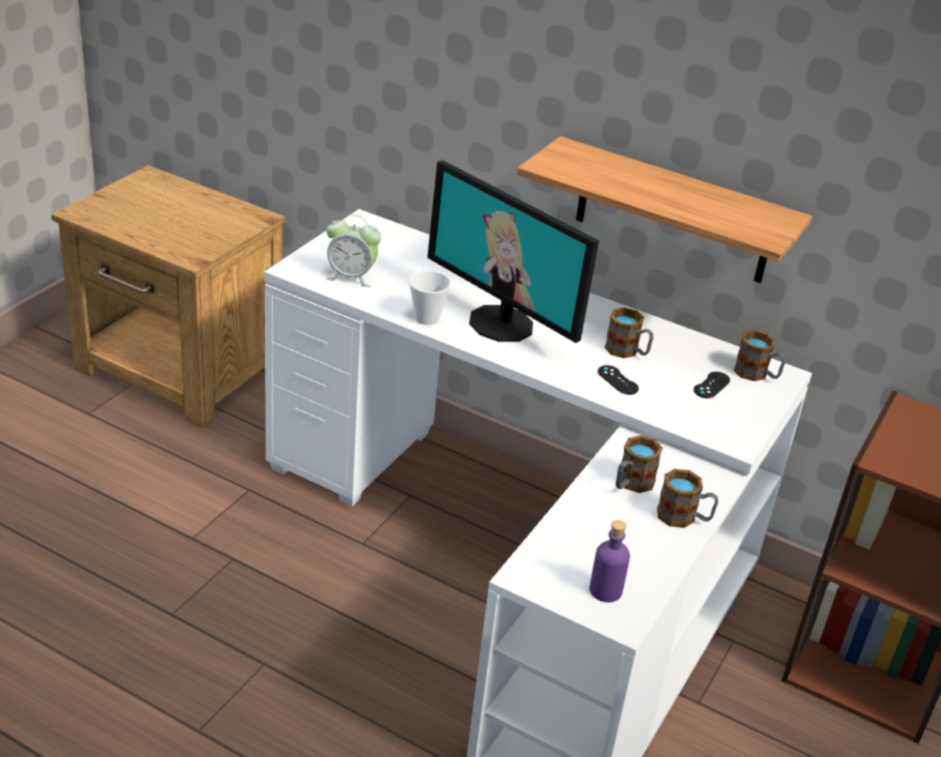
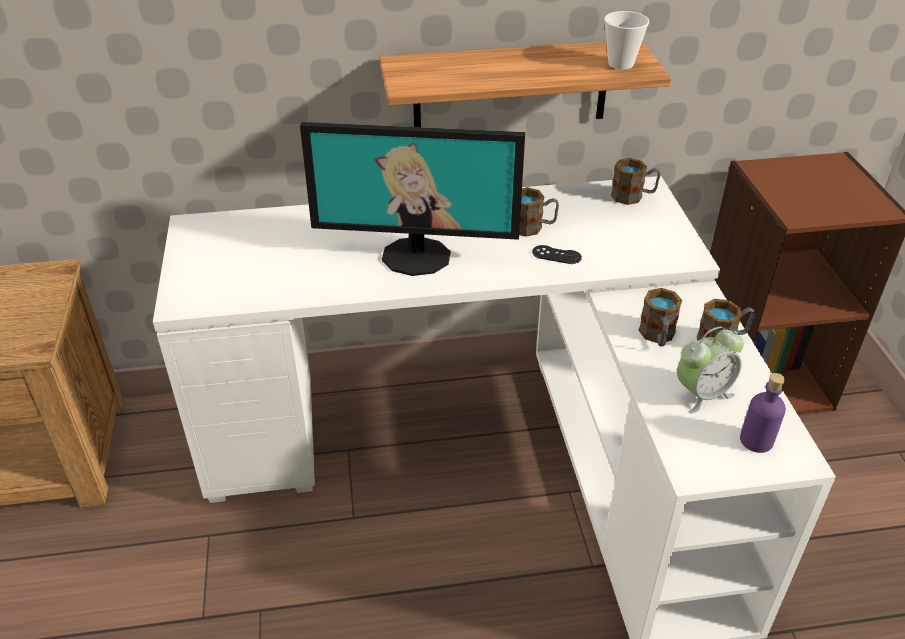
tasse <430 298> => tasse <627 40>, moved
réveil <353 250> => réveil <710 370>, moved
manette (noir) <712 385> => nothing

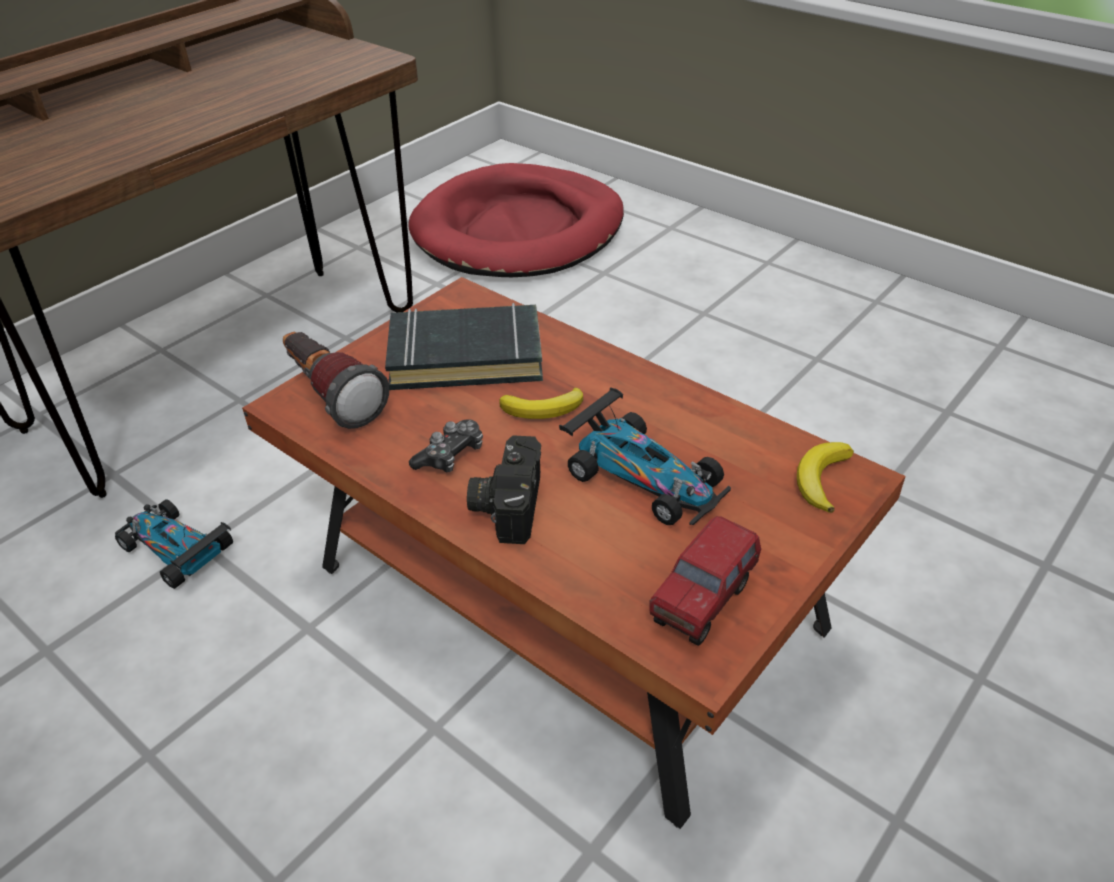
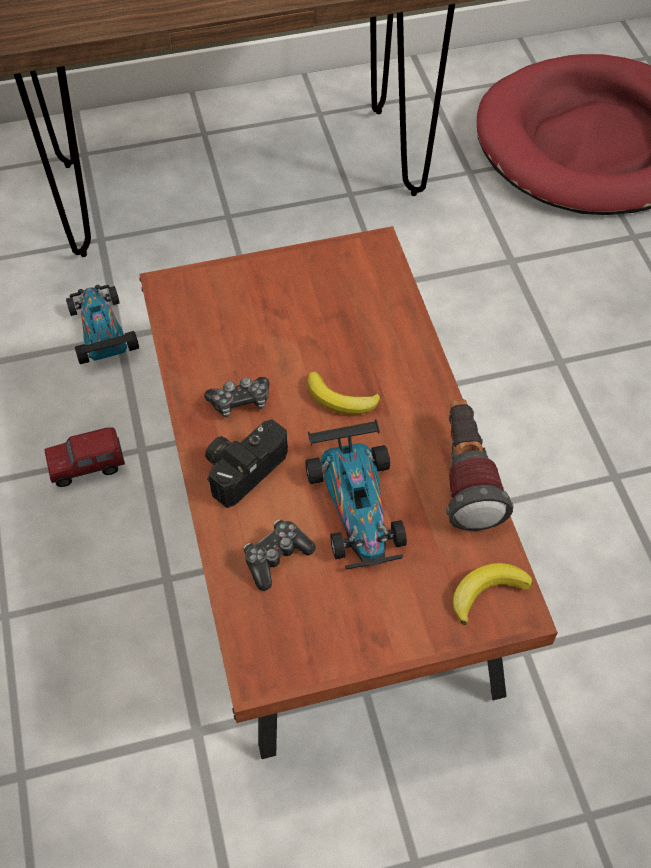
camion jouet <705 581> => camion jouet <84 457>, moved
nothing => manette <279 555>
lampe de poche <336 380> => lampe de poche <479 465>, moved
livre (noir) <464 346> => nothing

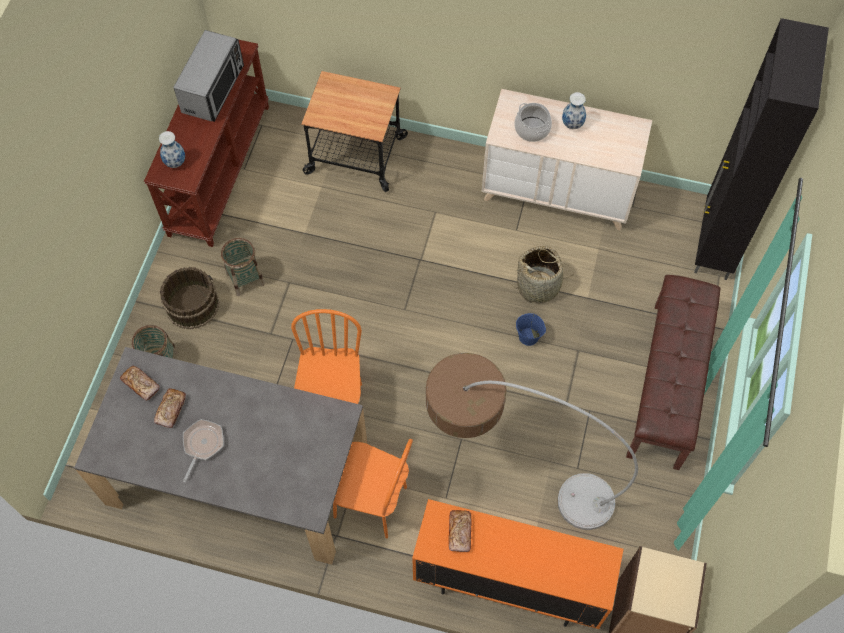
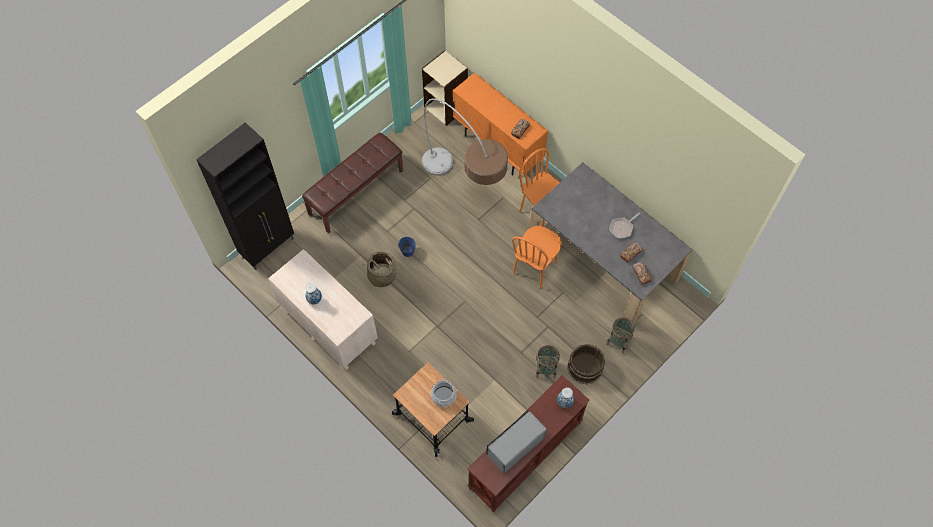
marmite <533 122> => marmite <444 392>, moved

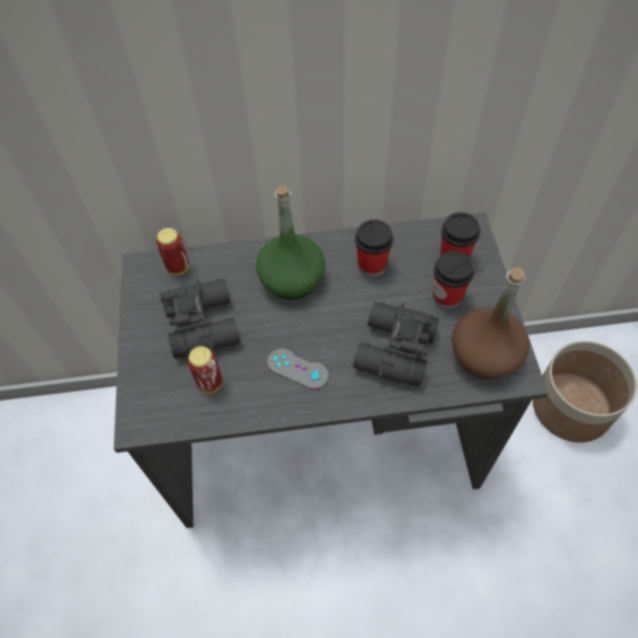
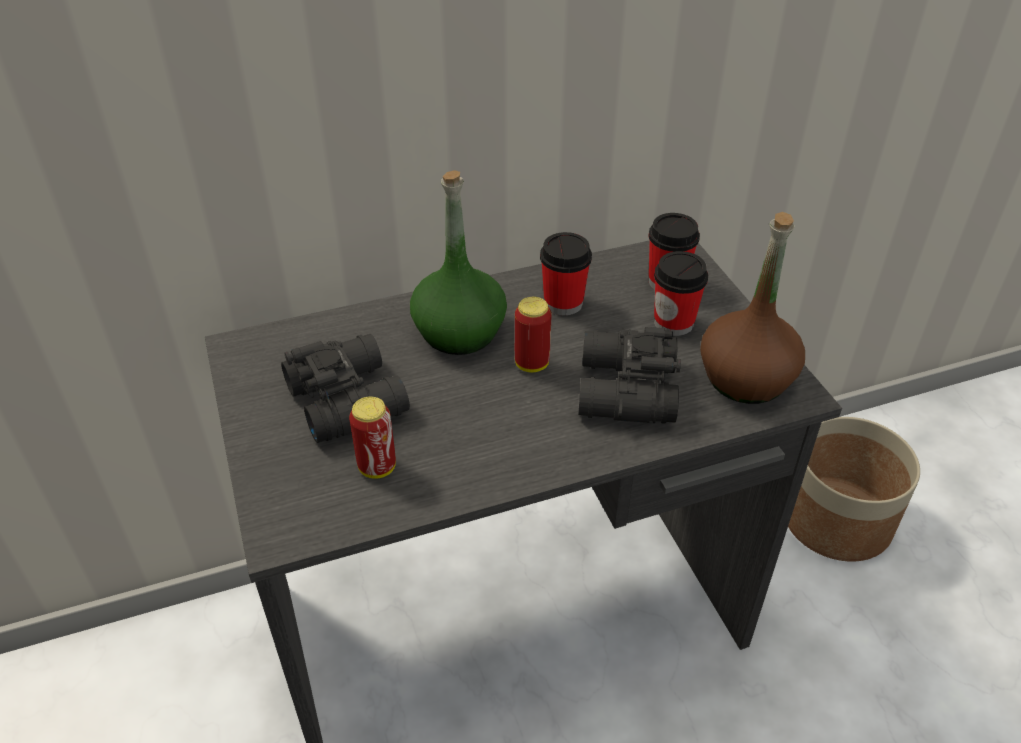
boîte métallique <172 251> => boîte métallique <533 334>, moved
manette (gris) <298 368> => nothing

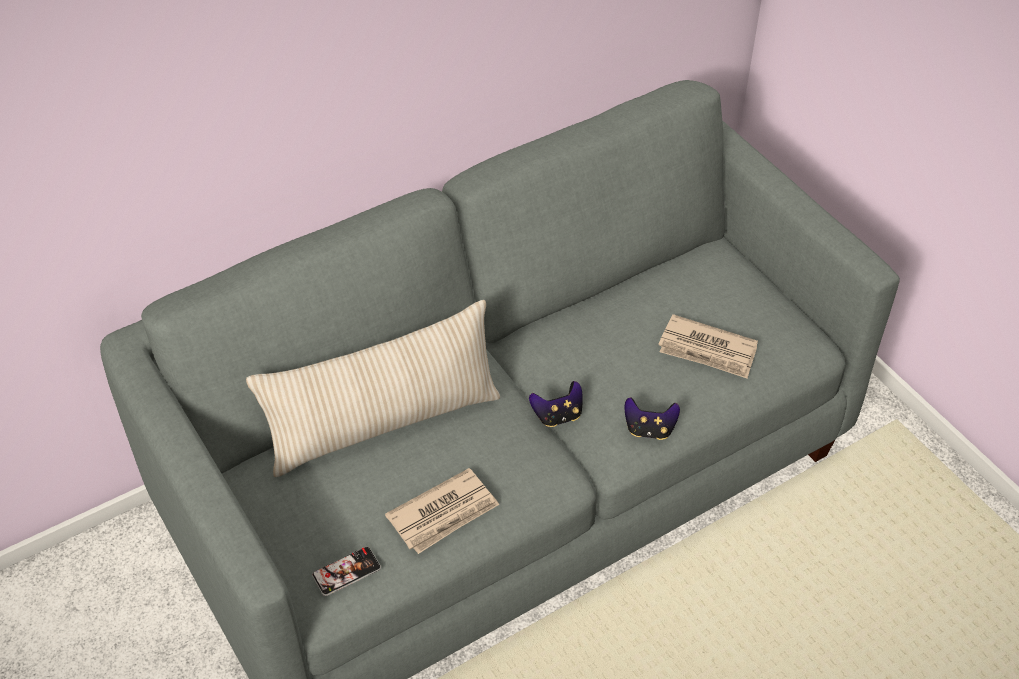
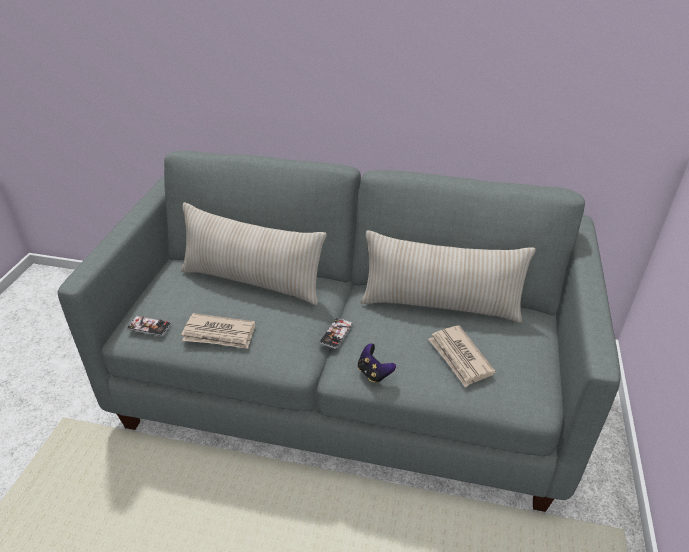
manette <556 404> => téléphone <336 333>
nothing => coussin (beige) <448 276>

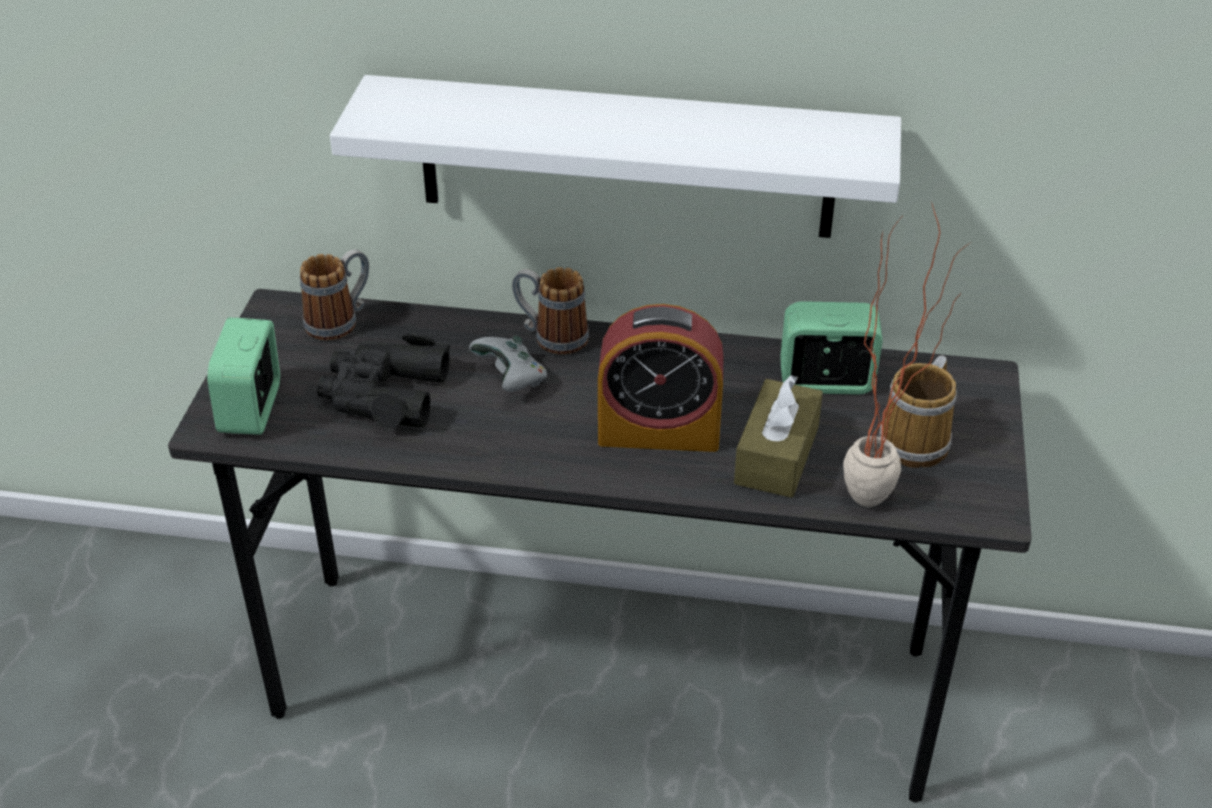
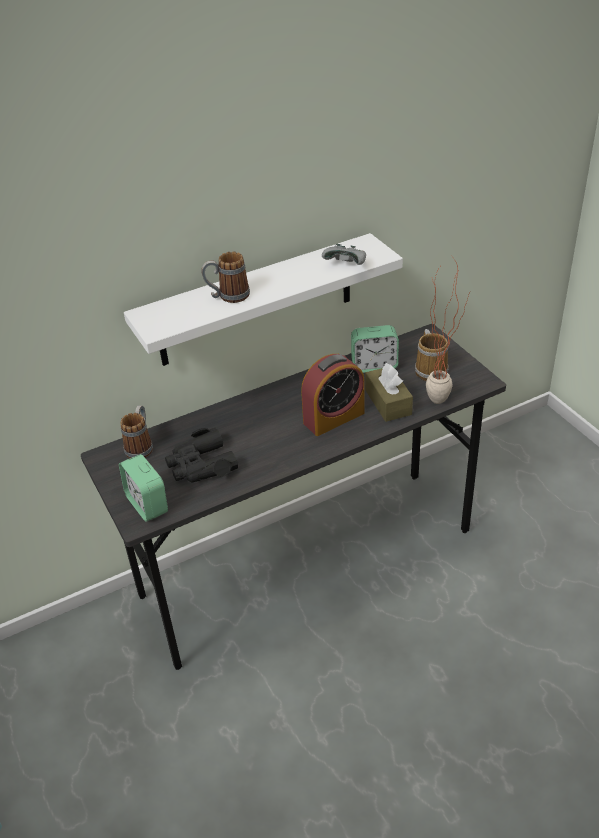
mug <550 311> => mug <225 277>, moved
manette (gris) <508 364> => manette (gris) <344 254>, moved
réveil <831 348> => réveil <375 349>, 150 degrees counterclockwise

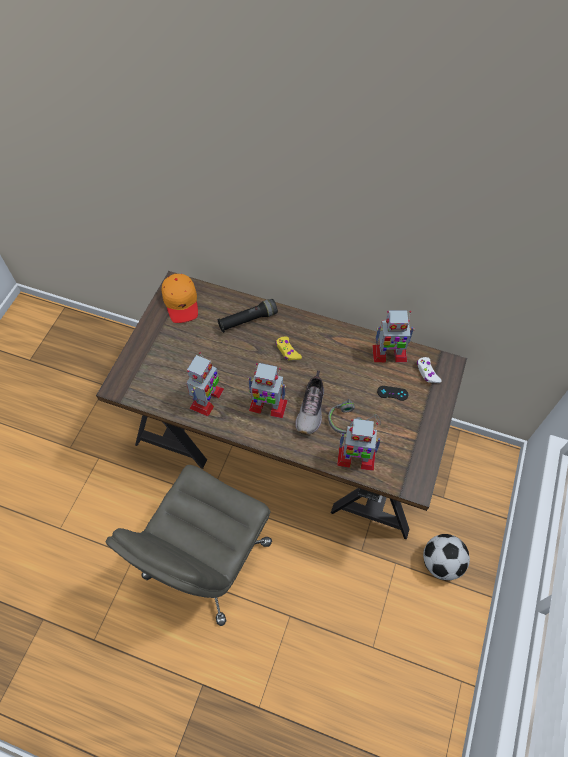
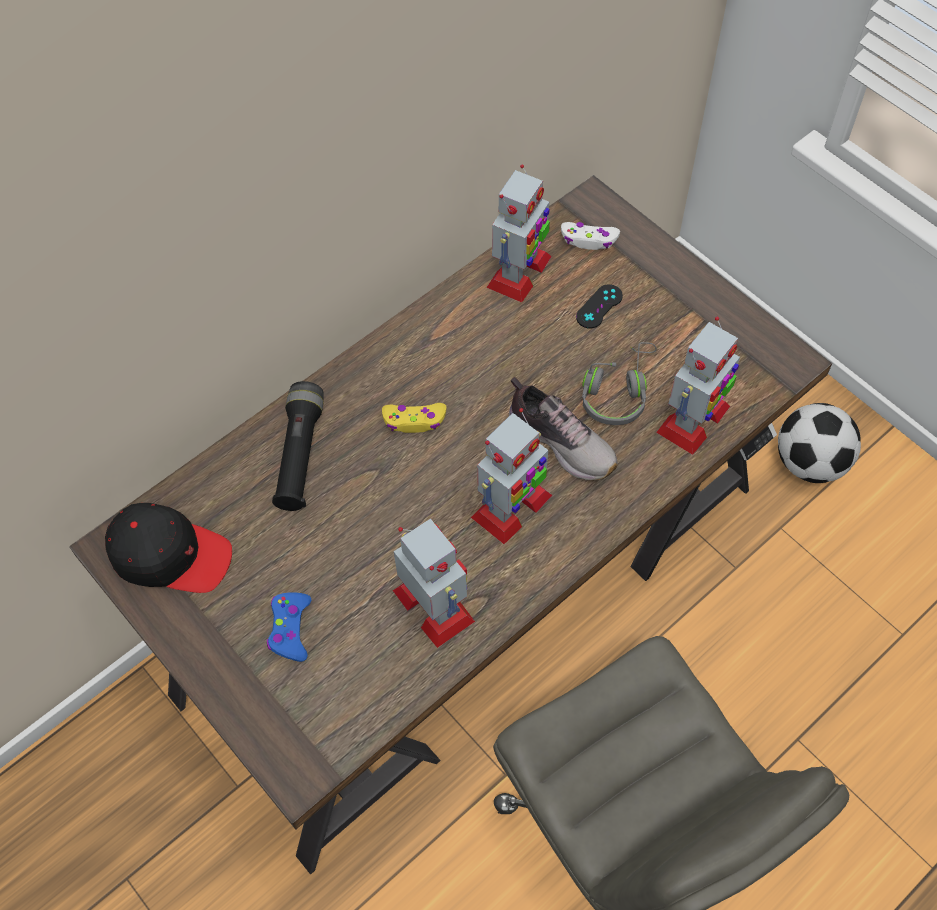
casquette (orange) <180 298> => casquette (noir) <168 548>
nothing => manette (bleu) <289 627>

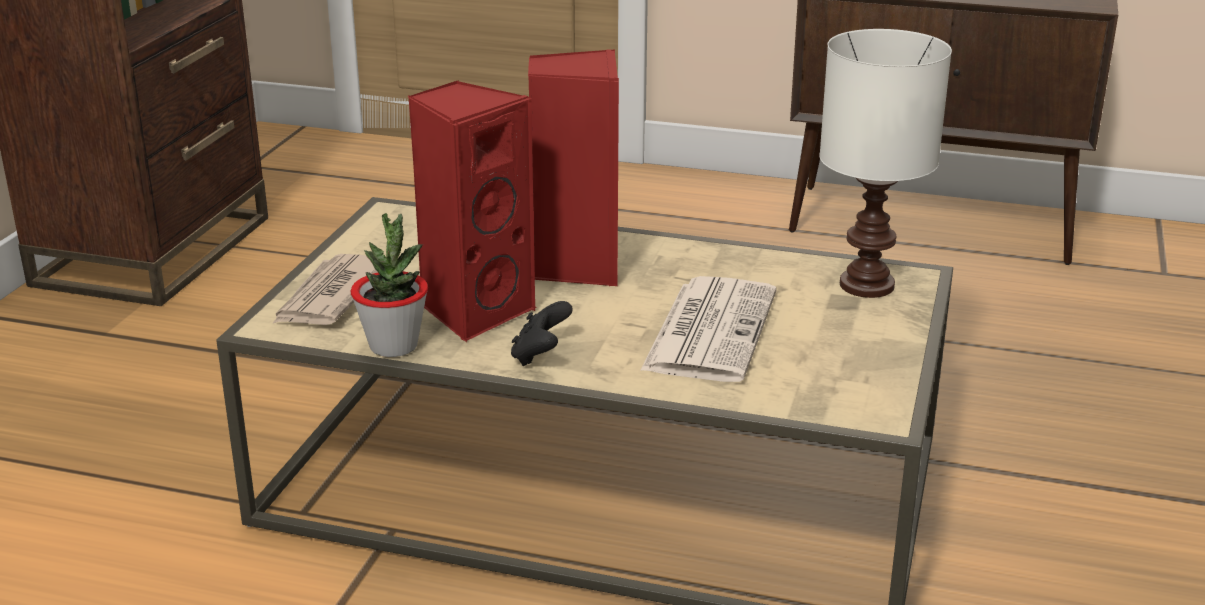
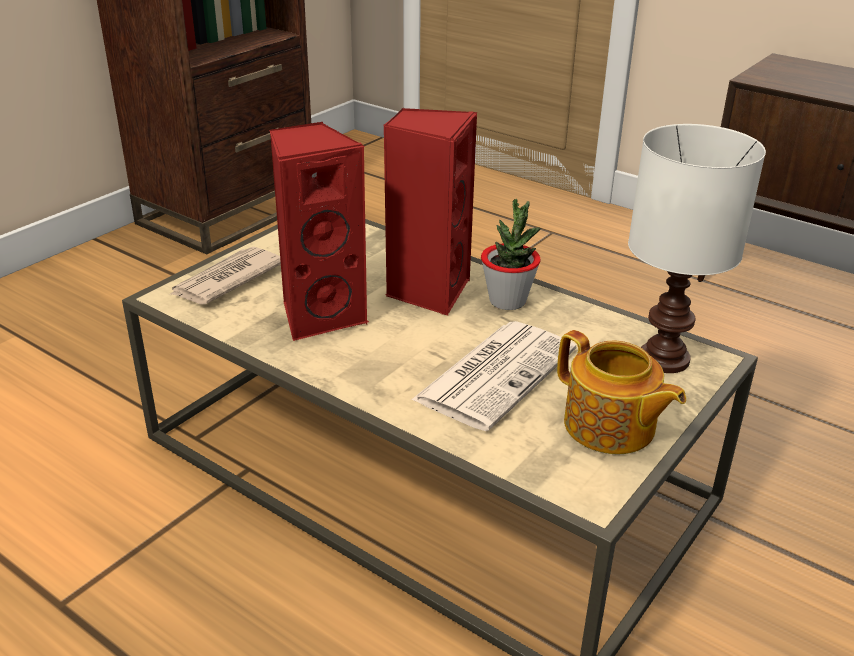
plante en pot <389 285> => plante en pot <511 254>, moved
nothing => théière <621 392>
manette (noir) <542 333> => nothing

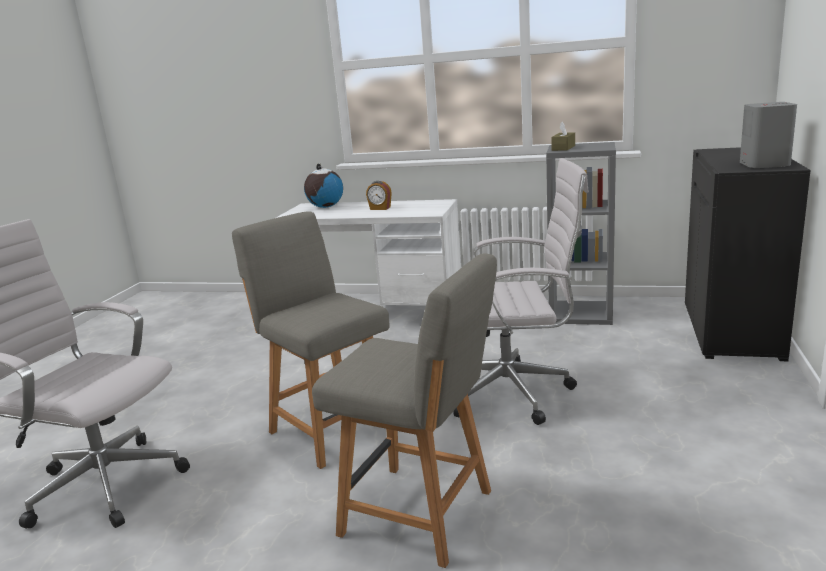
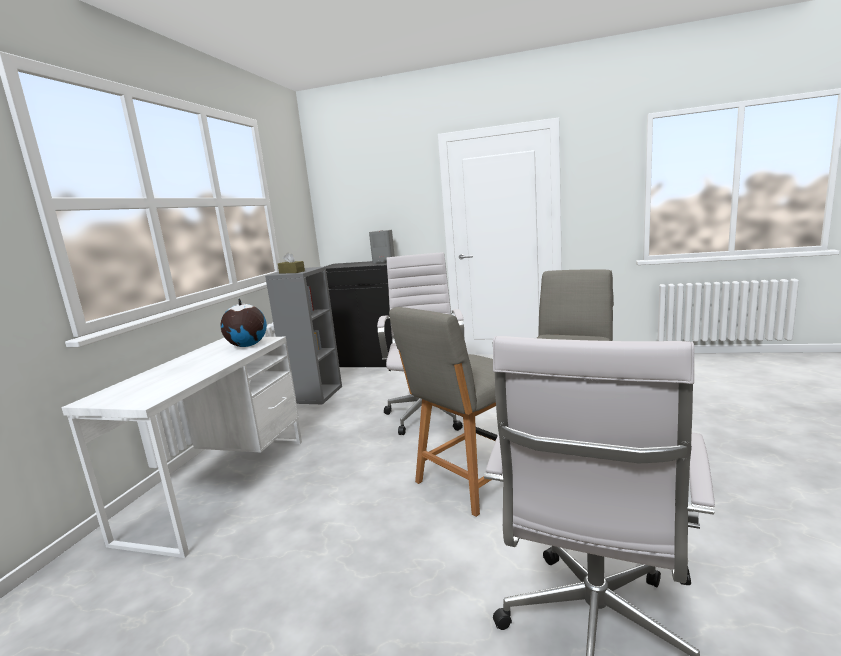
globe <323 186> => globe <243 323>, moved
réveil <379 195> => nothing

